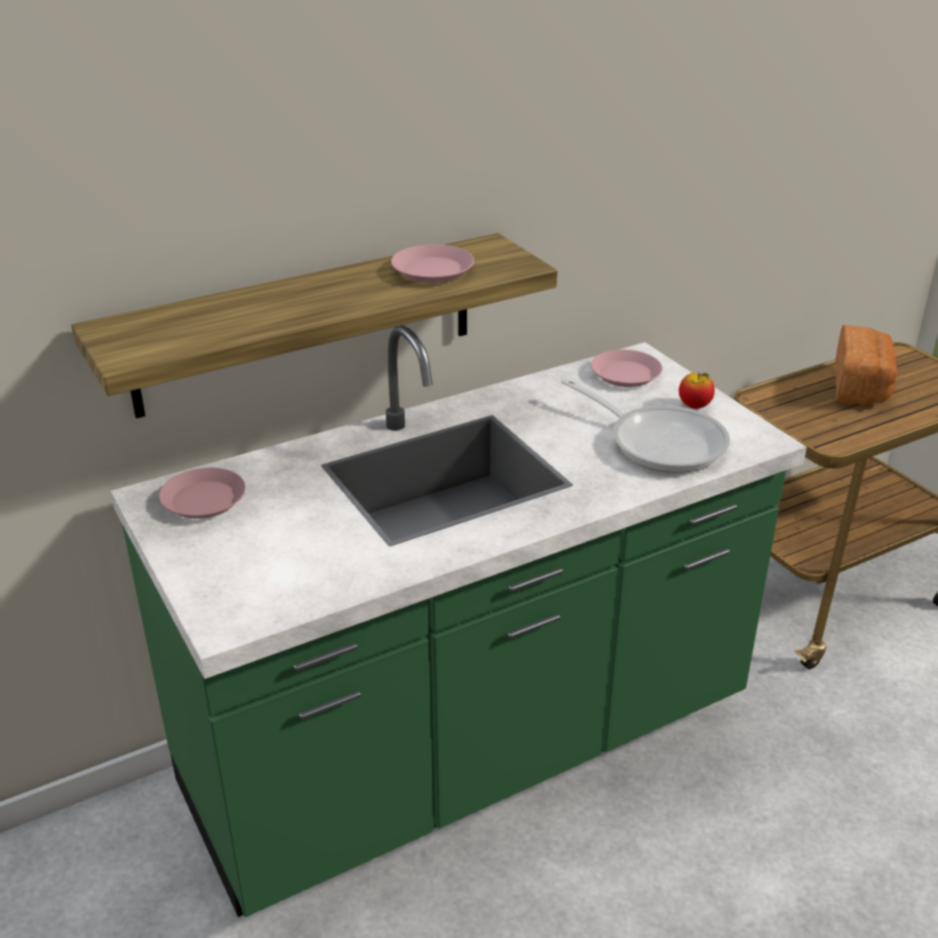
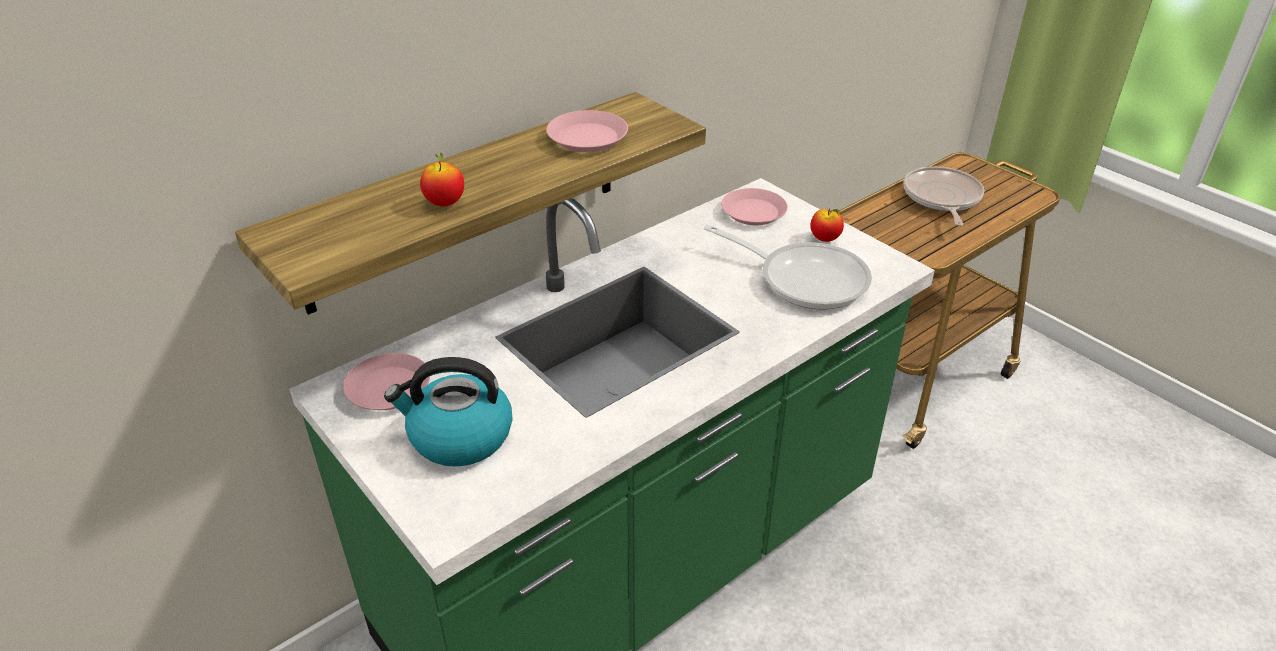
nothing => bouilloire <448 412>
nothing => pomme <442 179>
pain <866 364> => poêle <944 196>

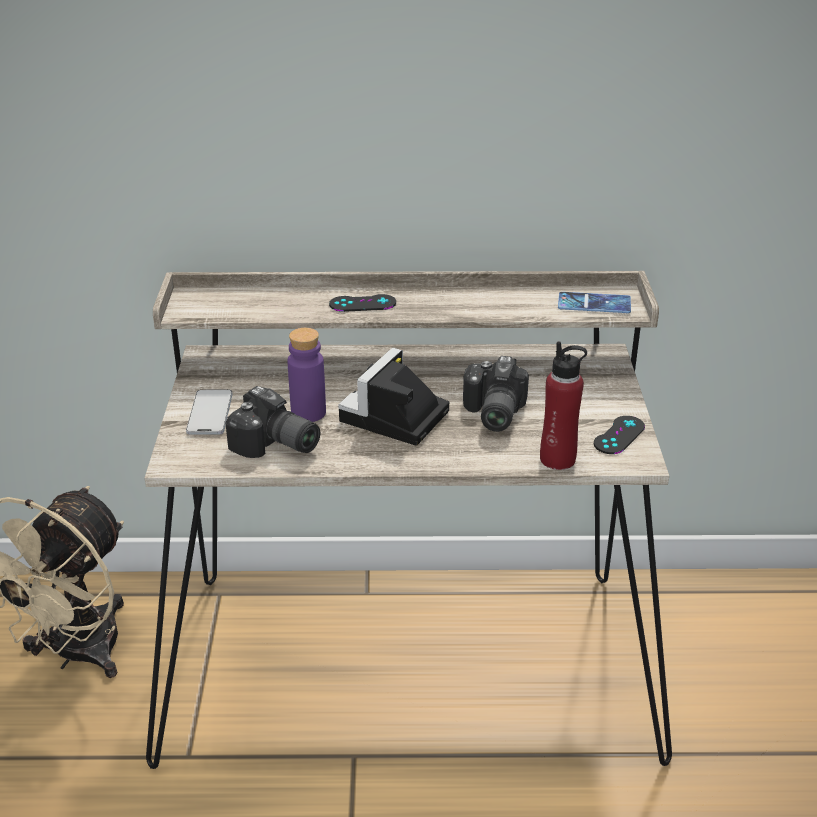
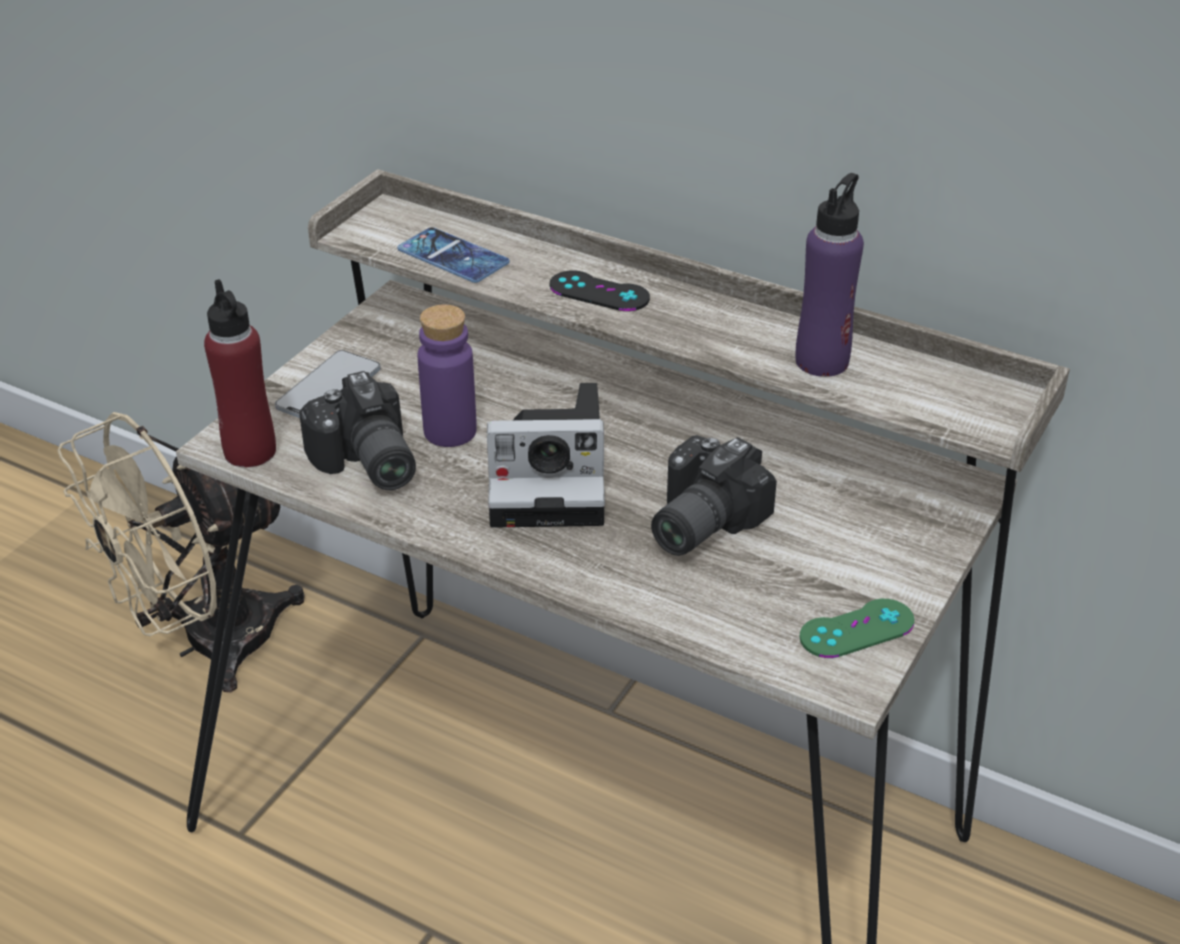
bouteille (rouge) <563 405> => bouteille (rouge) <240 373>, moved
téléphone <594 302> => téléphone <453 255>, moved
appareil photo <393 397> => appareil photo <546 455>, 150 degrees counterclockwise
nothing => bouteille (violet) <829 275>
manette (noir) <619 435> => manette (vert) <857 628>

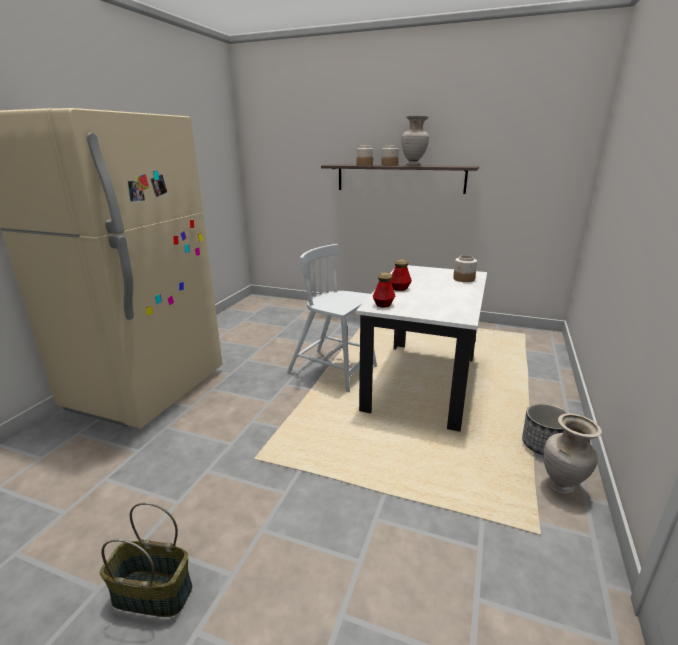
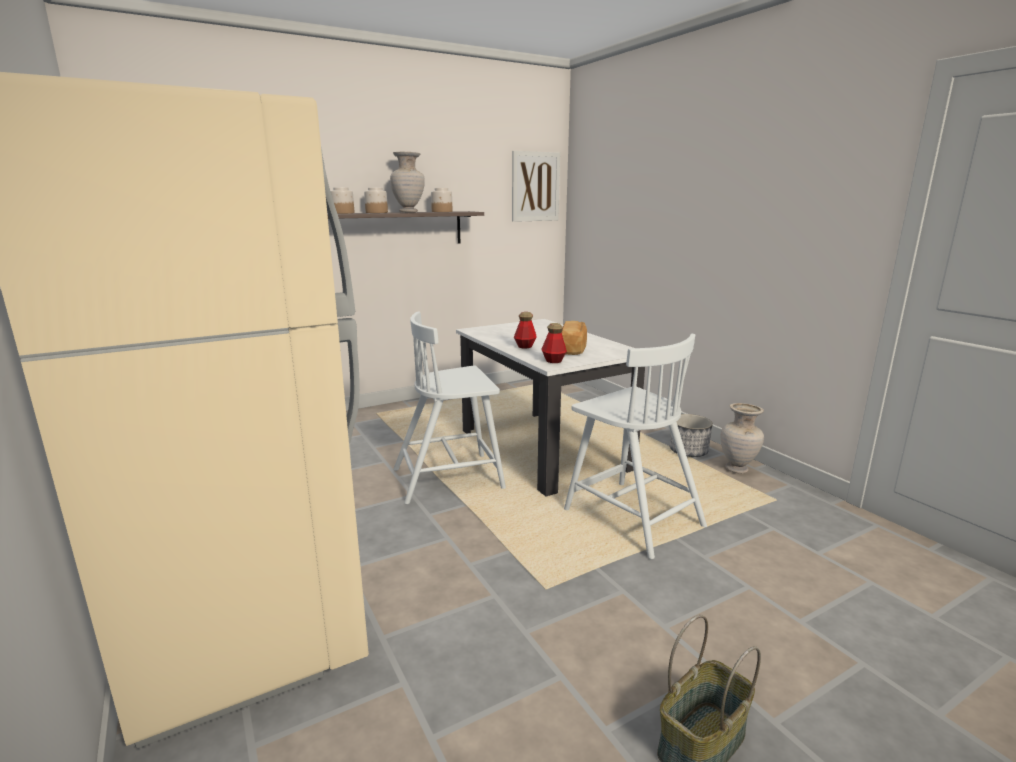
bocal <465 268> => bocal <442 200>, moved
nothing => tableau <536 186>
nothing => pain <574 338>
nothing => chaise (blanc) <635 446>

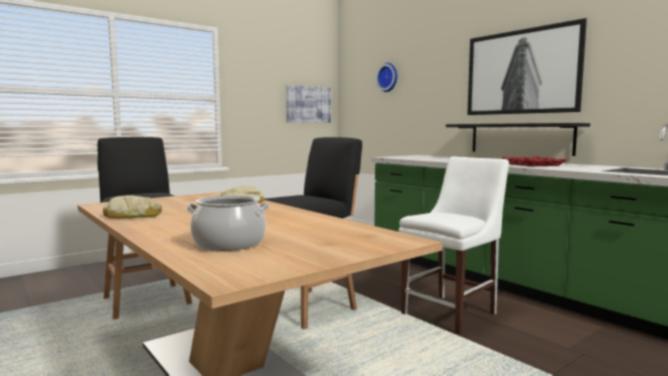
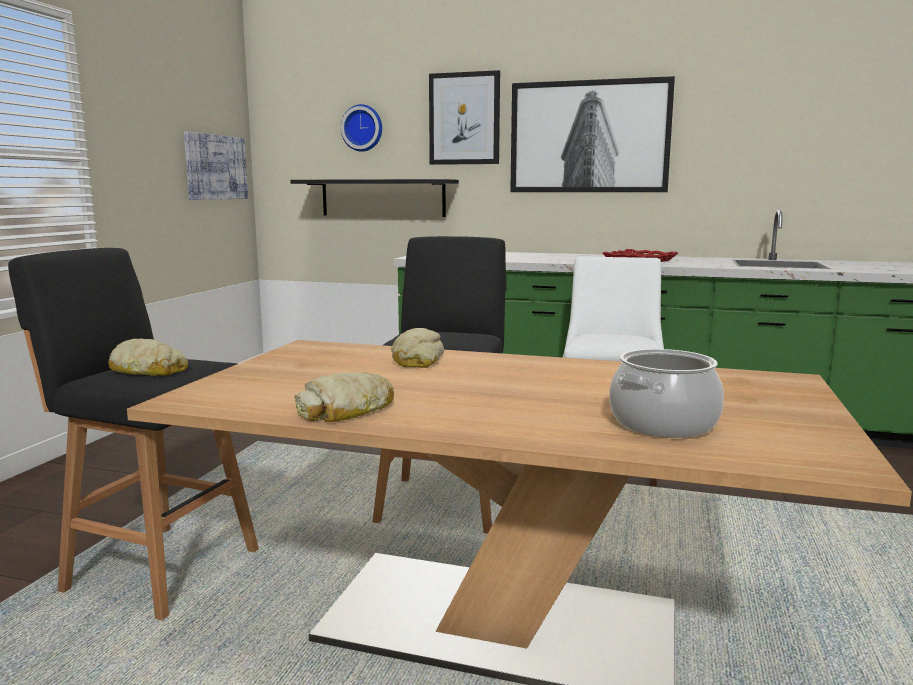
nothing => pain <148 357>
étagère (noir) <518 139> => étagère (noir) <374 198>, moved
nothing => tableau <464 117>

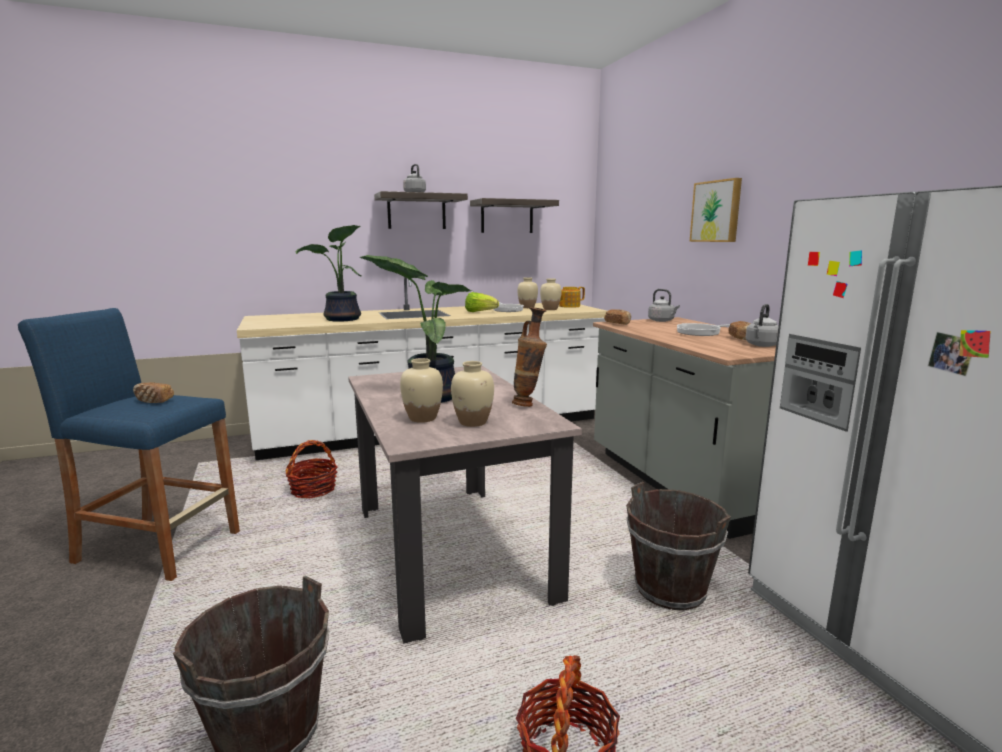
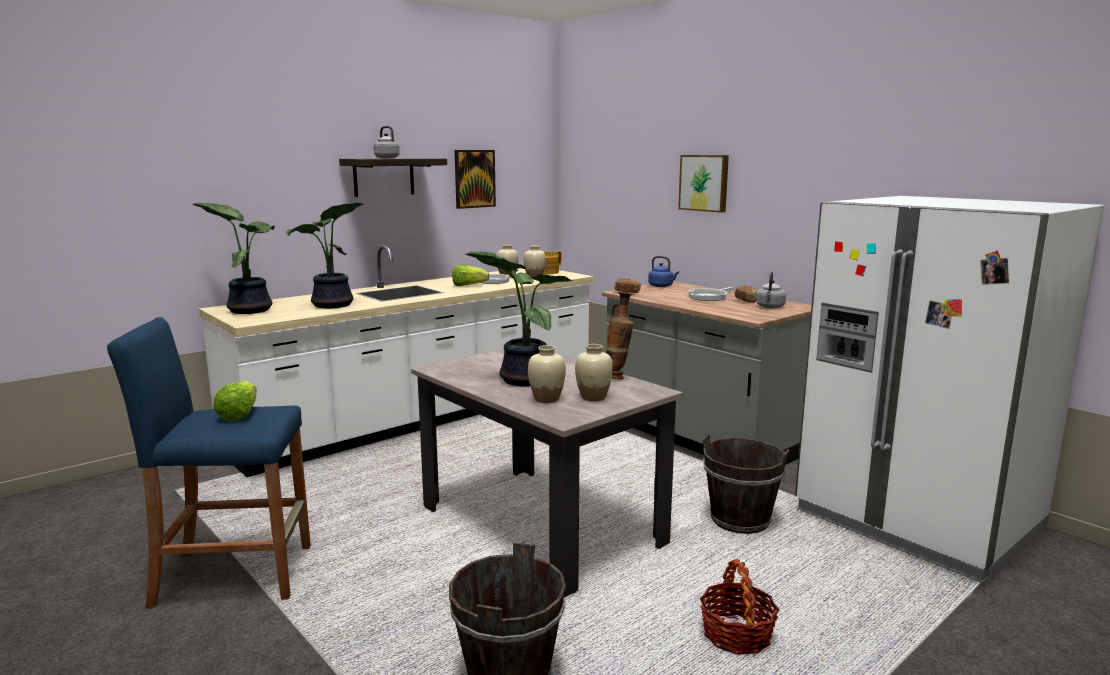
nothing => plante en pot <234 258>
pain <153 392> => laitue <235 401>
étagère <514 215> => tableau <475 179>
bouilloire (gris) <664 305> => bouilloire (bleu) <663 271>
panier <311 469> => nothing

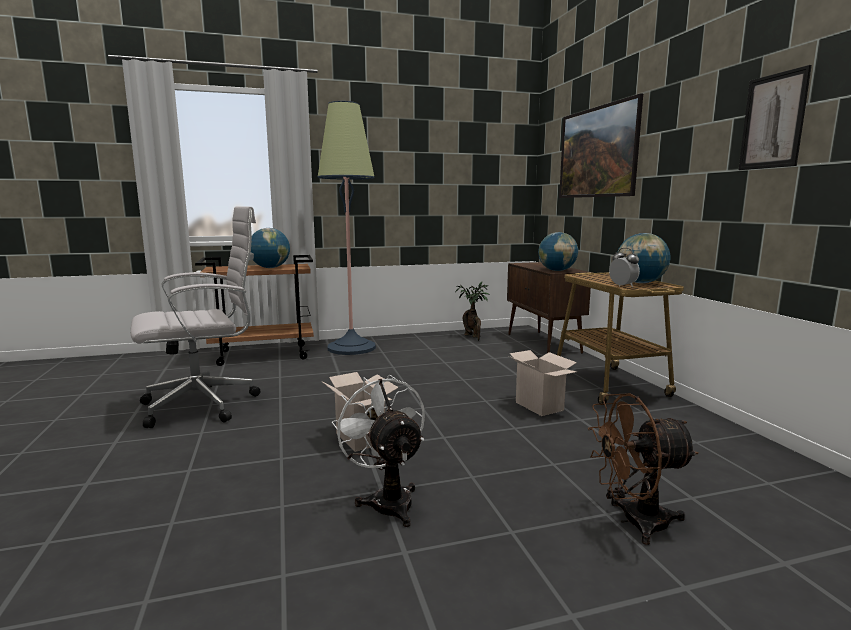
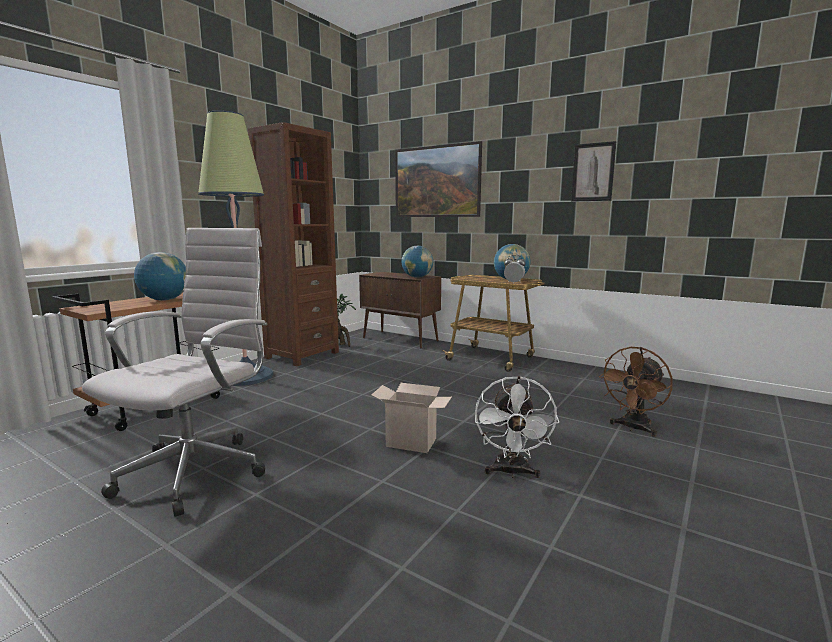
nothing => bibliothèque (marron) <293 244>
ventilateur (blanc) <378 451> => ventilateur (blanc) <517 427>, 105 degrees counterclockwise
carton <543 383> => nothing

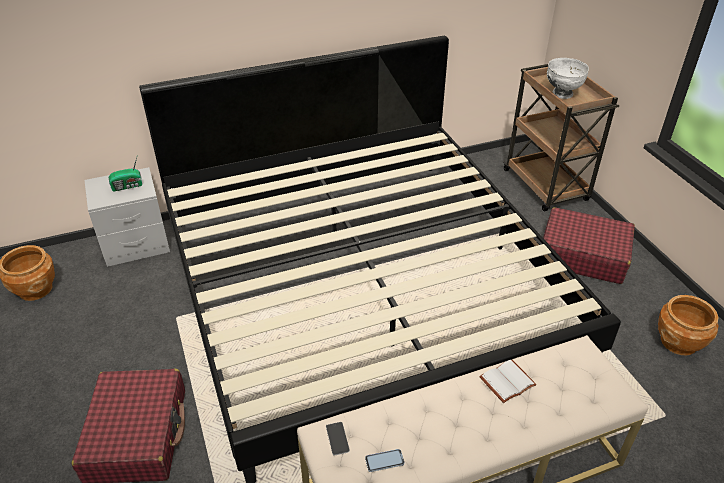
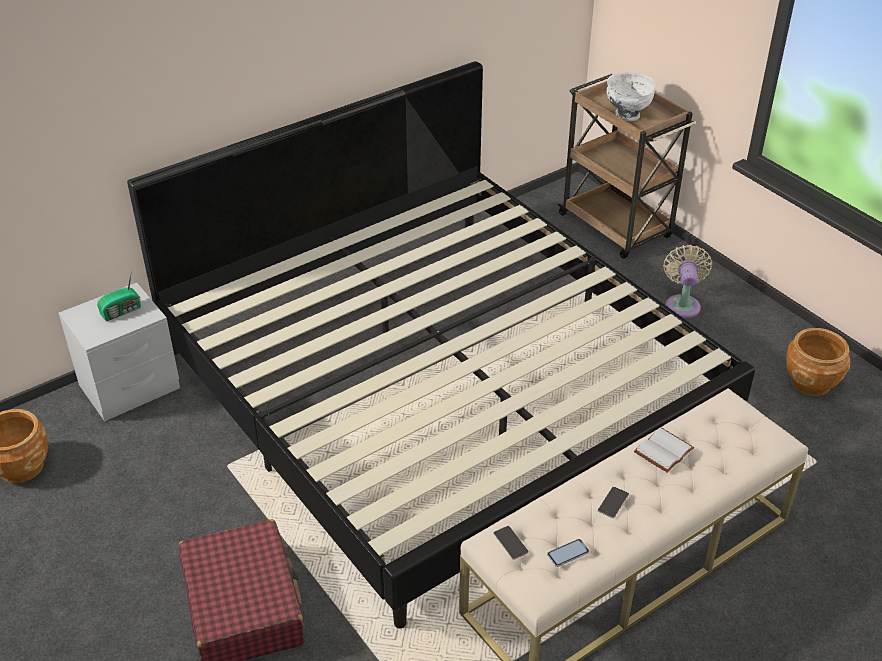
nothing => téléphone <613 502>
valise (rouge) <589 245> => ventilateur (beige) <687 281>

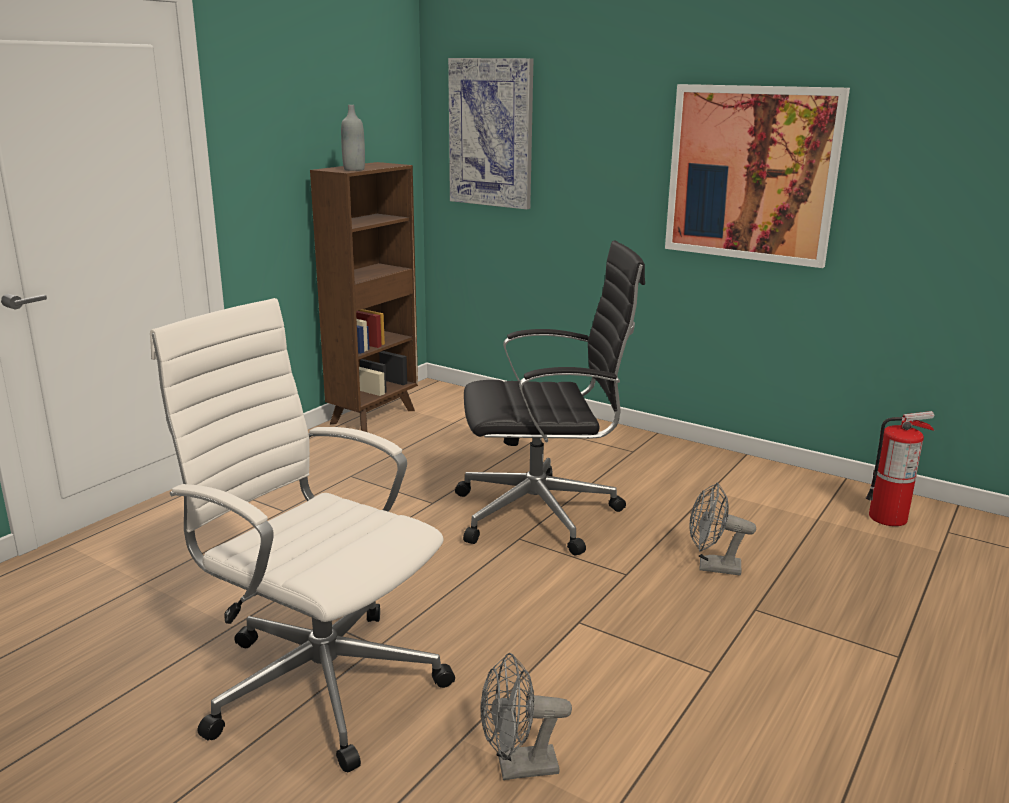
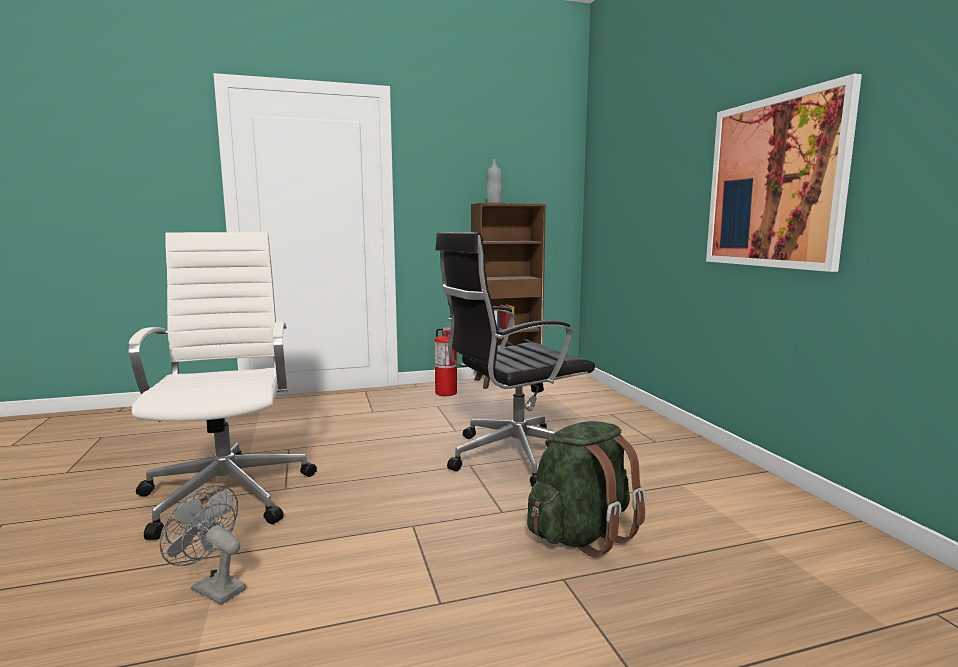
extincteur <900 468> => extincteur <445 361>, moved
chaise de bureau (noir) <550 398> => chaise de bureau (noir) <515 359>, 120 degrees clockwise
ventilateur (gris) <723 529> => sac à dos (vert) <586 489>
tableau <490 134> => nothing

